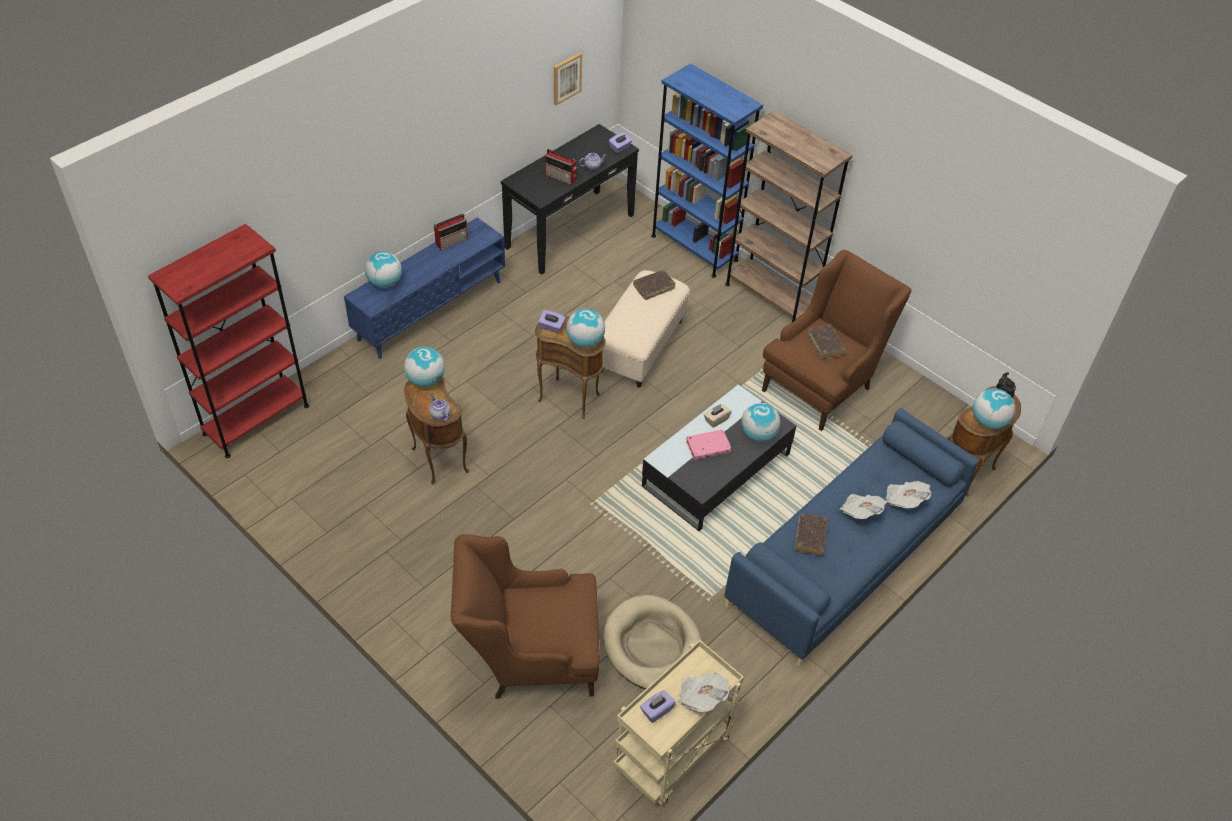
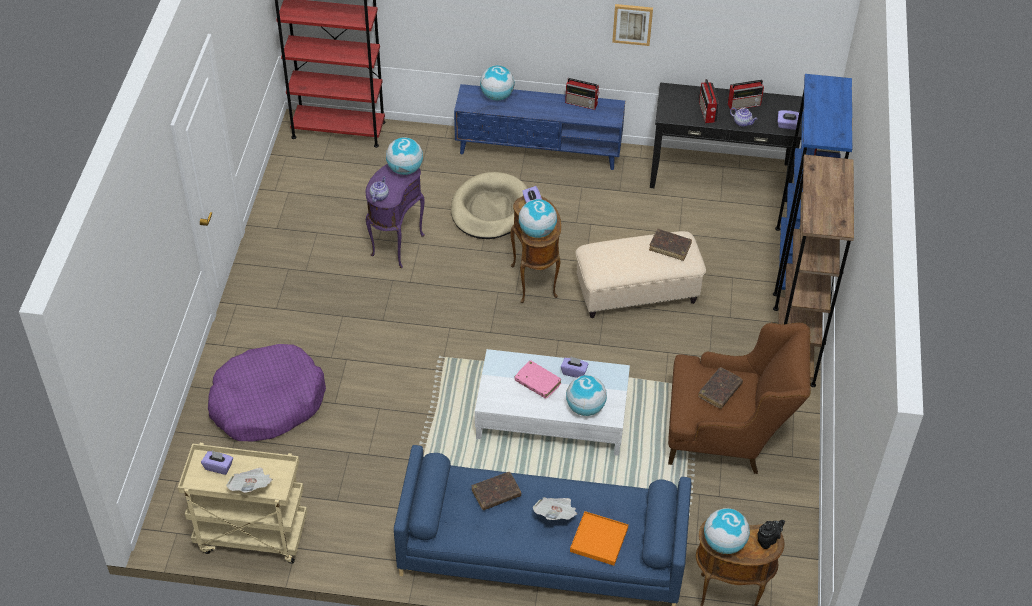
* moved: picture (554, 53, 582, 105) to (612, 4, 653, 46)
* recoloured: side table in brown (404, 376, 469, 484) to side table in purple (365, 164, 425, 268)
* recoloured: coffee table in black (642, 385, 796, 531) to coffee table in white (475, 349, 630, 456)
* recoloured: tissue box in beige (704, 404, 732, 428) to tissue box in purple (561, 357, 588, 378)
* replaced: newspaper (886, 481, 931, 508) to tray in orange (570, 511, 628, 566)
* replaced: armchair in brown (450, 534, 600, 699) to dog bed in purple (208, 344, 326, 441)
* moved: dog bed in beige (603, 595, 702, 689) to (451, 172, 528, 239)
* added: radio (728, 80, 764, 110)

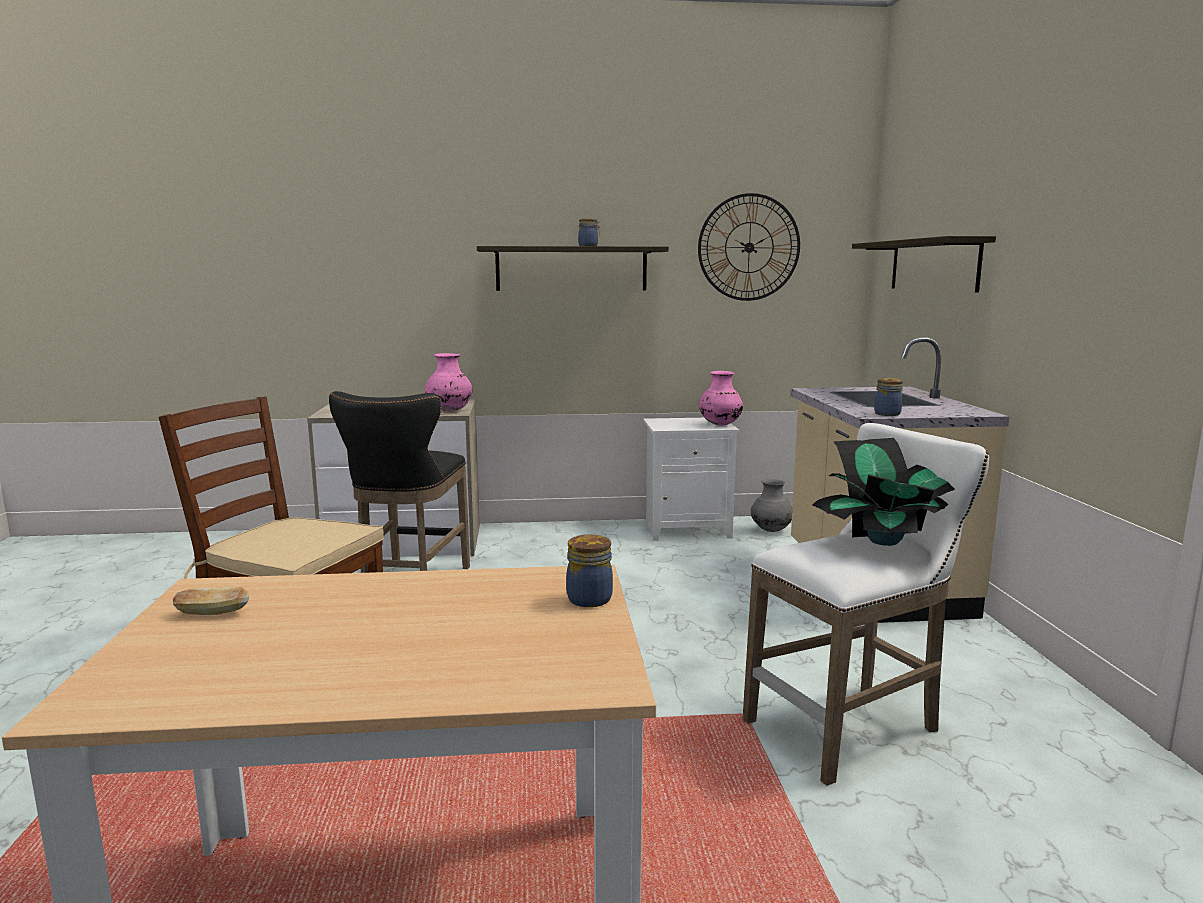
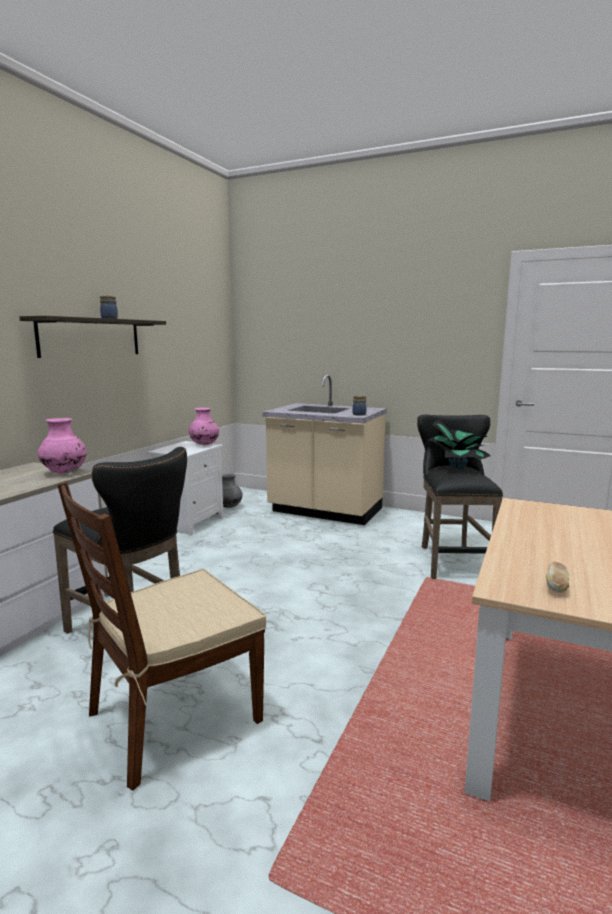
* removed: wall clock (698, 193, 800, 301)
* removed: shelf (852, 236, 996, 293)
* recoloured: stool in white (742, 423, 989, 786) to stool in black (417, 415, 503, 579)
* removed: jar (566, 535, 613, 607)

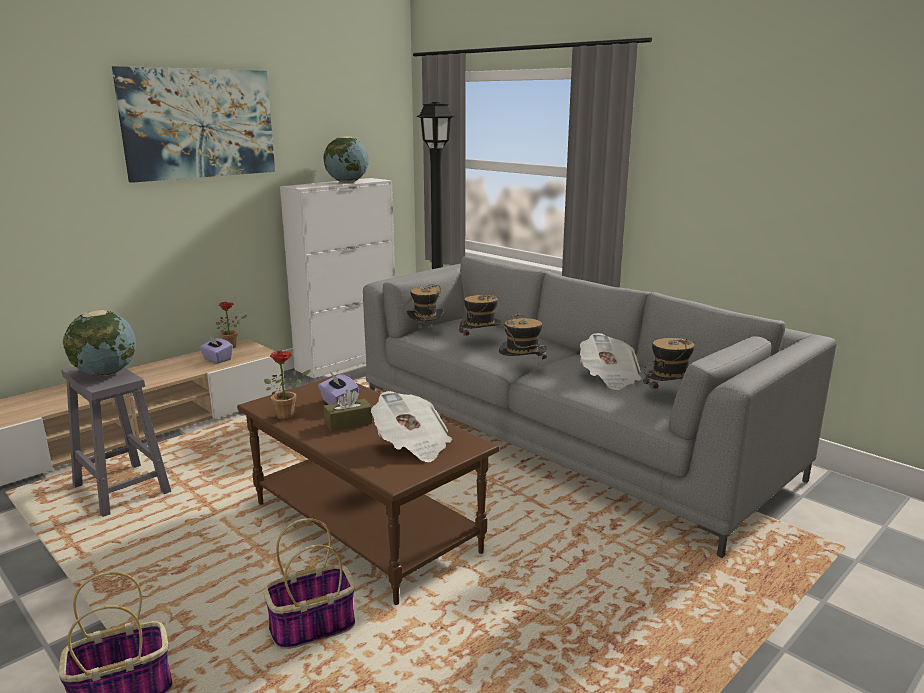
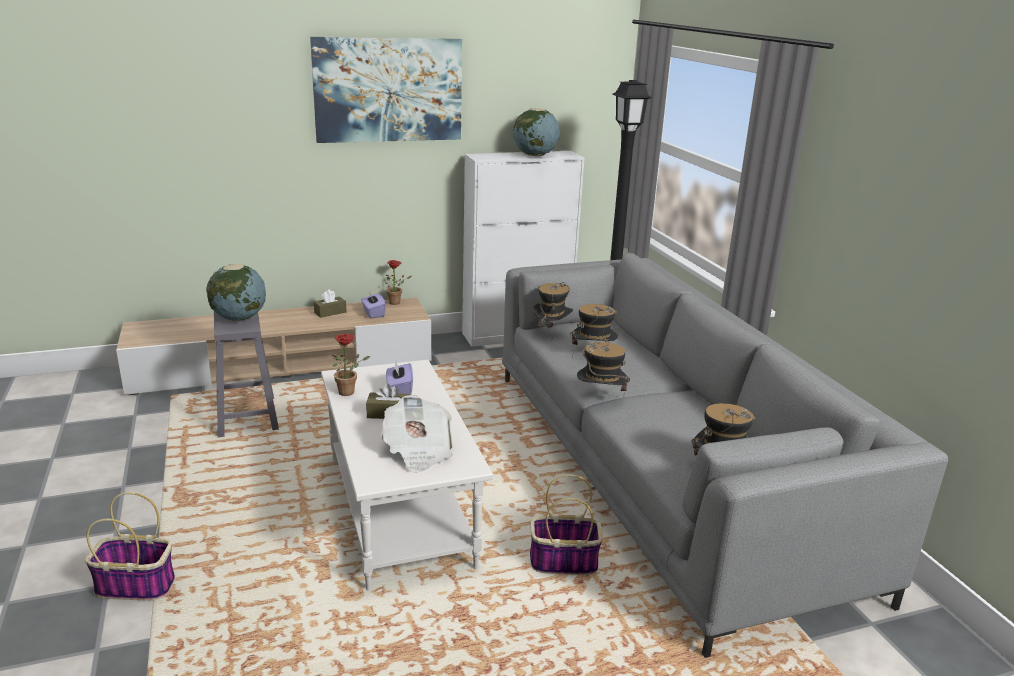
* removed: newspaper (580, 333, 642, 390)
* recoloured: coffee table in brown (237, 375, 500, 605) to coffee table in white (321, 360, 493, 590)
* moved: basket (263, 518, 355, 649) to (530, 474, 603, 575)
* added: tissue box in brown (314, 289, 347, 318)

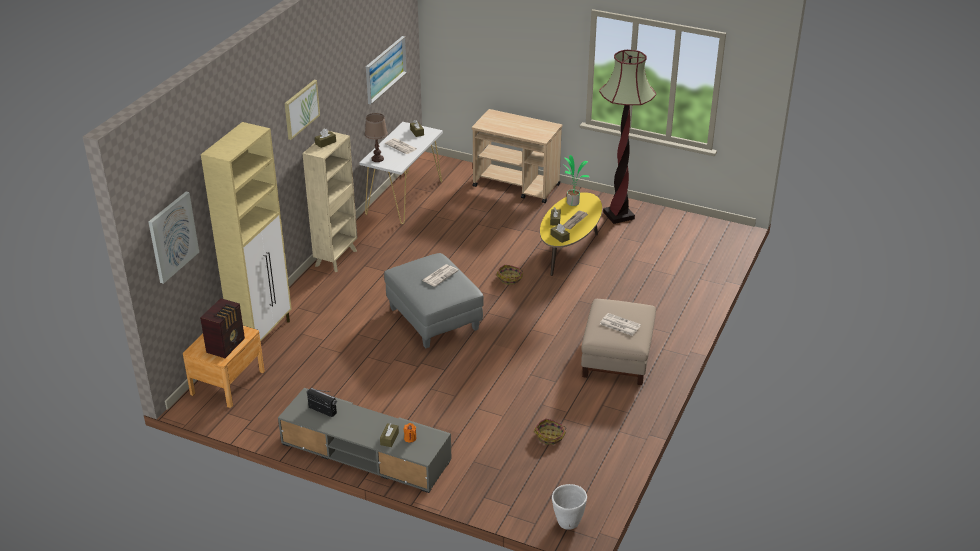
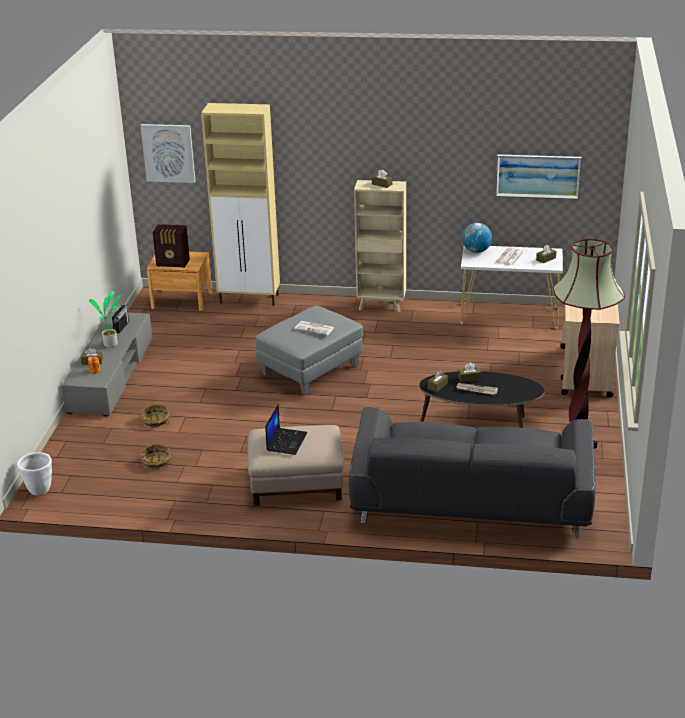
* removed: picture (284, 80, 320, 140)
* replaced: table lamp in brown (365, 113, 388, 162) to globe (462, 223, 492, 253)
* moved: potted plant (563, 155, 589, 206) to (89, 291, 121, 347)
* recoloured: coffee table in yellow (540, 192, 602, 276) to coffee table in black (419, 371, 545, 428)
* moved: basket (496, 264, 523, 285) to (140, 405, 169, 427)
* replaced: newspaper (600, 313, 641, 336) to laptop (265, 404, 307, 455)
* added: sofa in grey (349, 407, 595, 538)

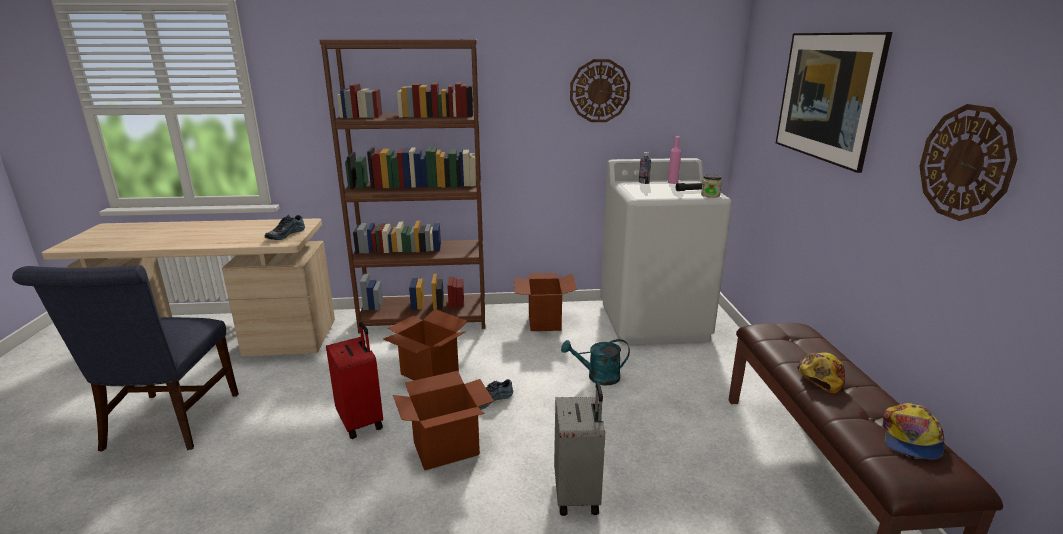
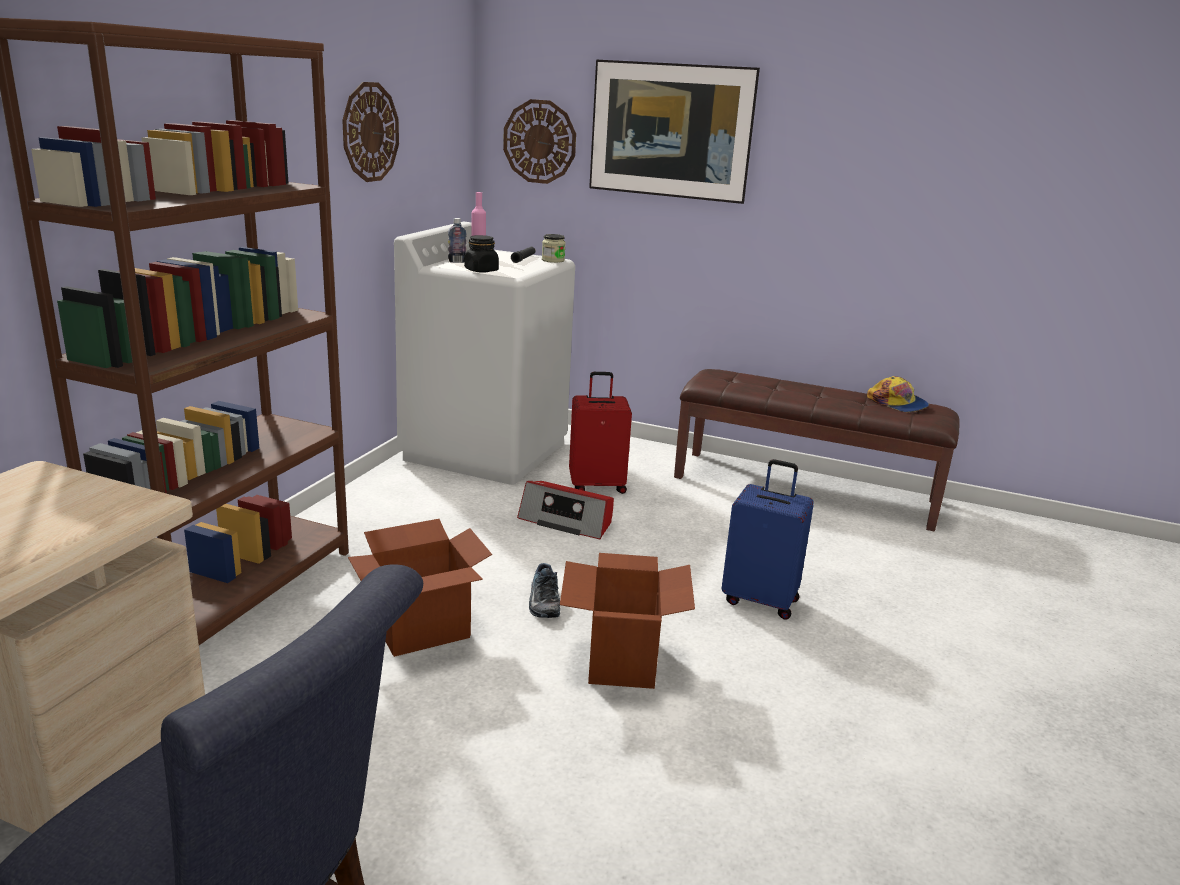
* moved: wall clock (919, 104, 1017, 221) to (503, 99, 576, 184)
* removed: shoe (265, 214, 305, 240)
* removed: cardboard box (514, 273, 577, 331)
* moved: suitcase in red (326, 322, 383, 439) to (569, 372, 632, 494)
* replaced: watering can in turquoise (561, 339, 630, 385) to radio (517, 481, 614, 539)
* removed: cap (797, 352, 845, 393)
* recoloured: suitcase in grey (554, 382, 605, 516) to suitcase in blue (722, 459, 814, 620)
* added: jar in black (464, 235, 499, 273)

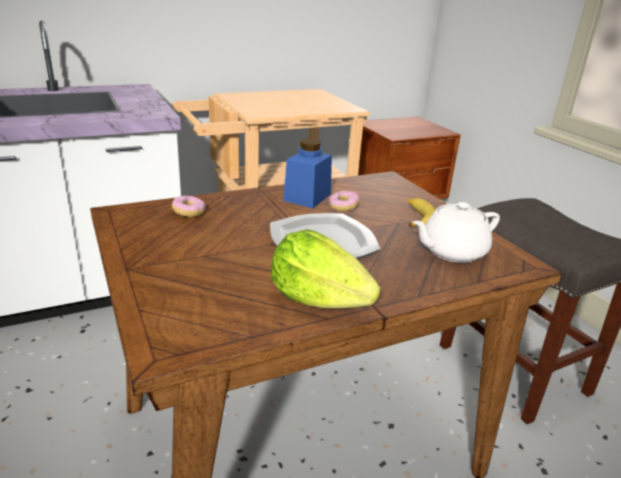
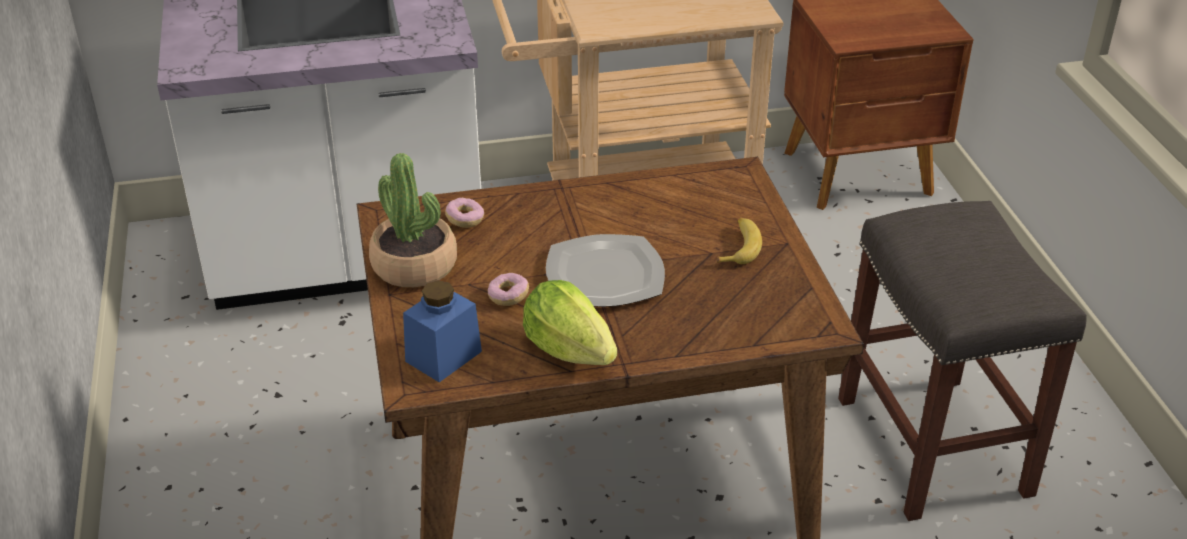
* moved: jar in blue (283, 138, 332, 208) to (403, 280, 482, 382)
* moved: donut (329, 191, 360, 211) to (488, 273, 529, 306)
* removed: teapot in white (412, 202, 500, 263)
* added: potted plant (369, 153, 457, 287)

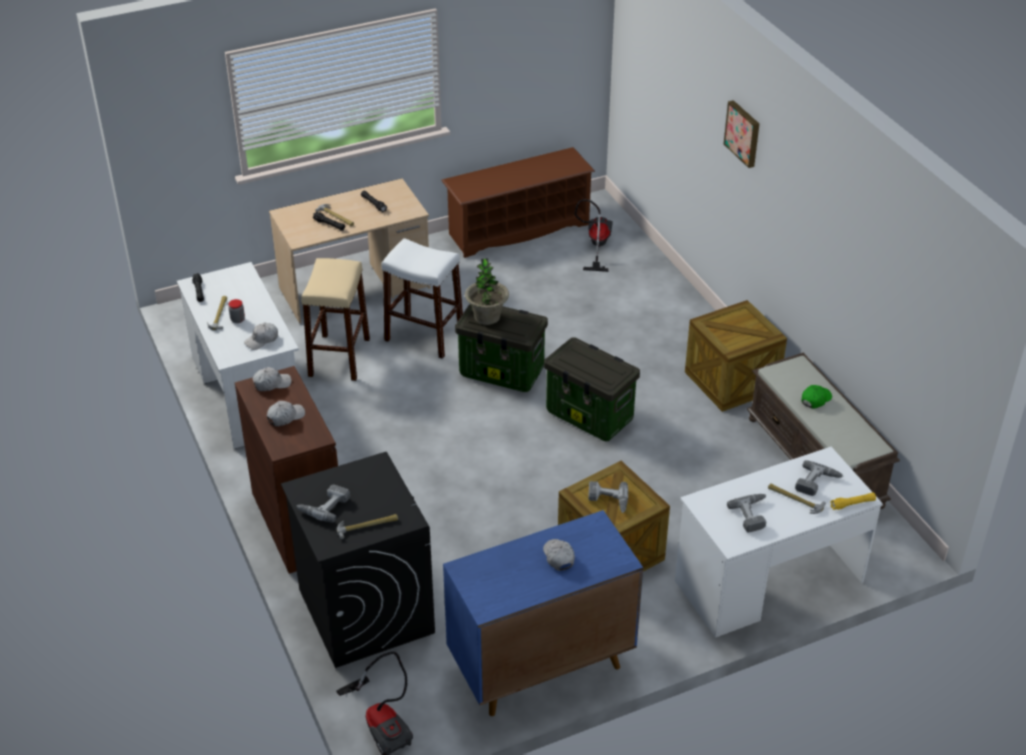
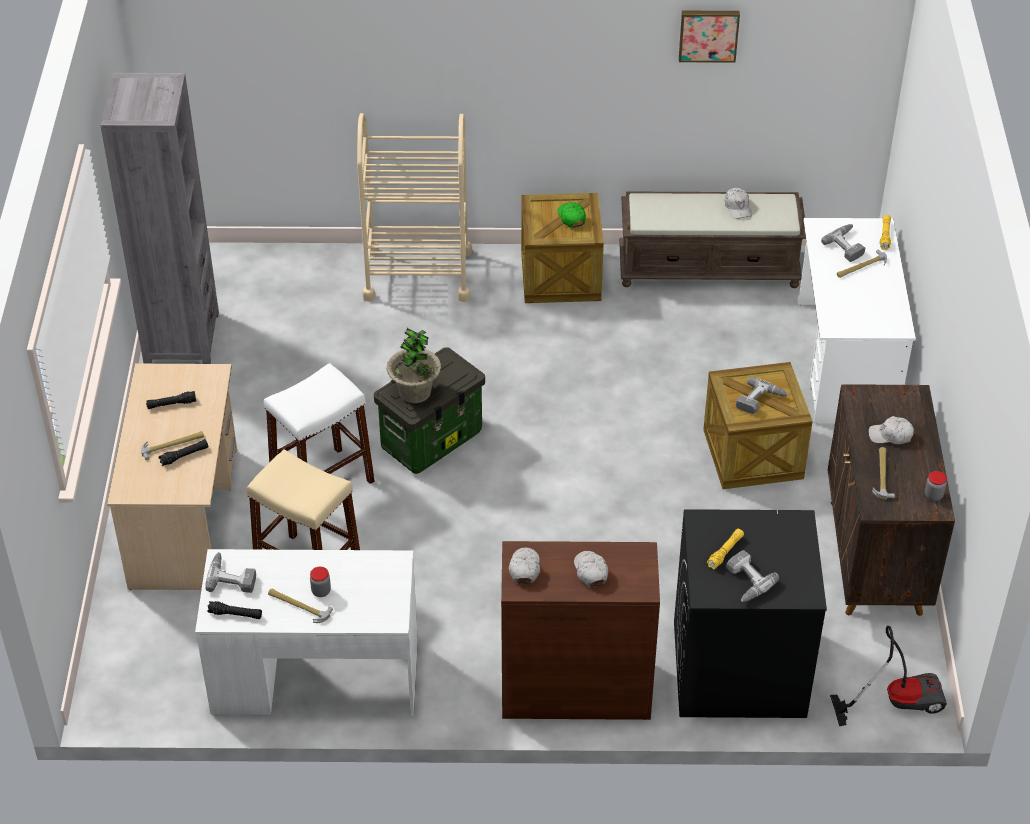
* moved: picture (724, 100, 759, 168) to (679, 11, 740, 63)
* replaced: shoe rack in brown (441, 147, 595, 258) to bookcase in grey (100, 73, 219, 364)
* removed: vacuum cleaner (574, 199, 613, 272)
* moved: cap in white (244, 323, 278, 350) to (725, 188, 752, 219)
* removed: storage box (544, 337, 640, 441)
* moved: cap in green (802, 385, 832, 408) to (557, 202, 586, 228)
* moved: power drill (727, 494, 767, 533) to (205, 552, 256, 593)
* recoloured: cabinet in blue (443, 510, 643, 716) to cabinet in brown (828, 384, 955, 616)
* moved: hammer (337, 514, 398, 539) to (872, 447, 895, 499)
* added: cart in beige (357, 113, 472, 302)
* added: jar (925, 471, 947, 501)
* added: flashlight in yellow (706, 529, 744, 570)

